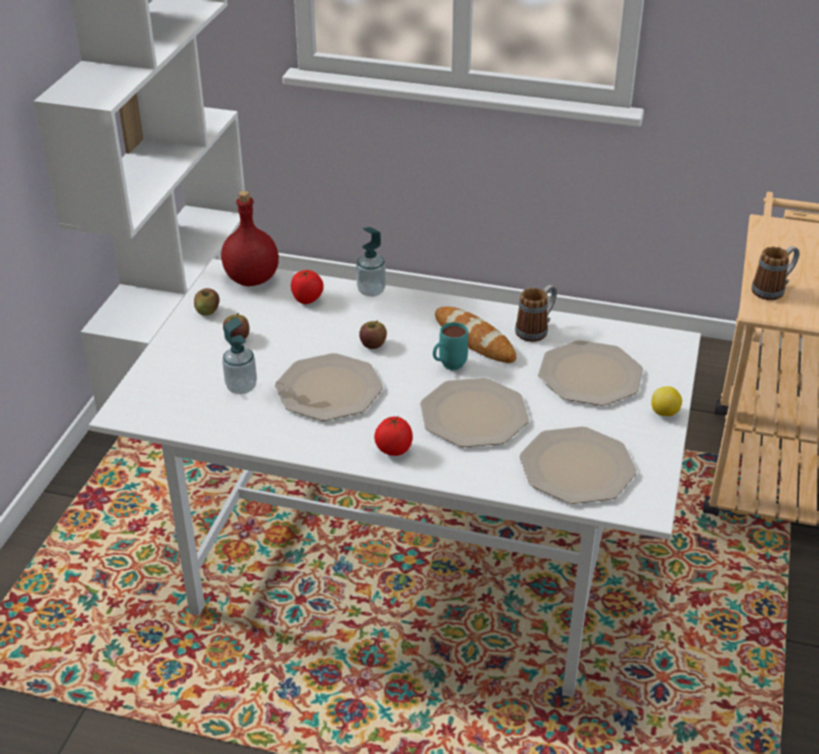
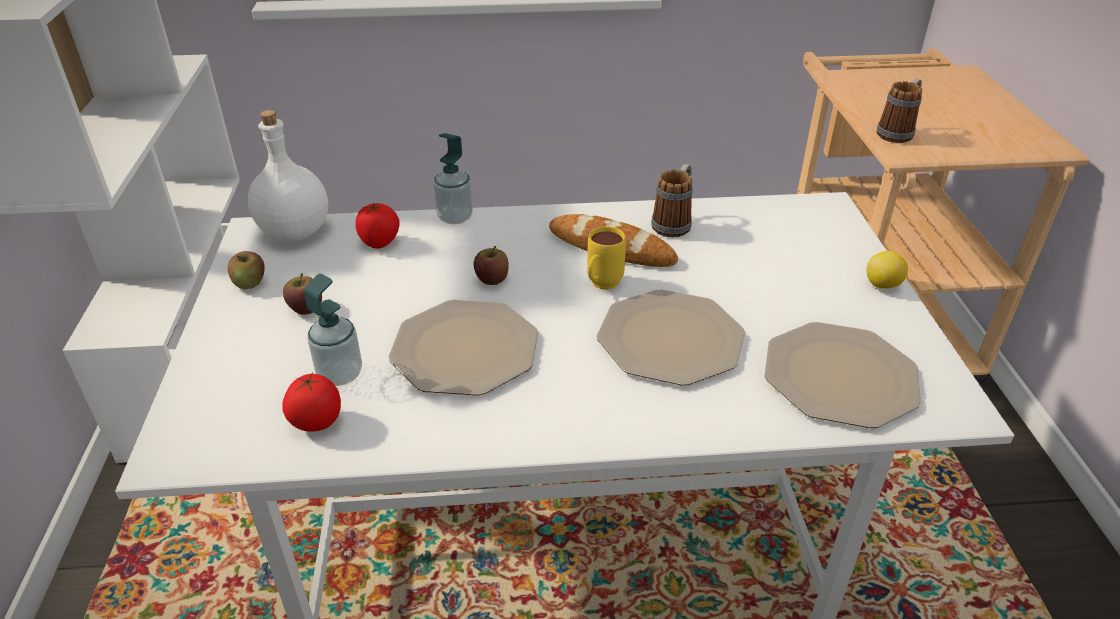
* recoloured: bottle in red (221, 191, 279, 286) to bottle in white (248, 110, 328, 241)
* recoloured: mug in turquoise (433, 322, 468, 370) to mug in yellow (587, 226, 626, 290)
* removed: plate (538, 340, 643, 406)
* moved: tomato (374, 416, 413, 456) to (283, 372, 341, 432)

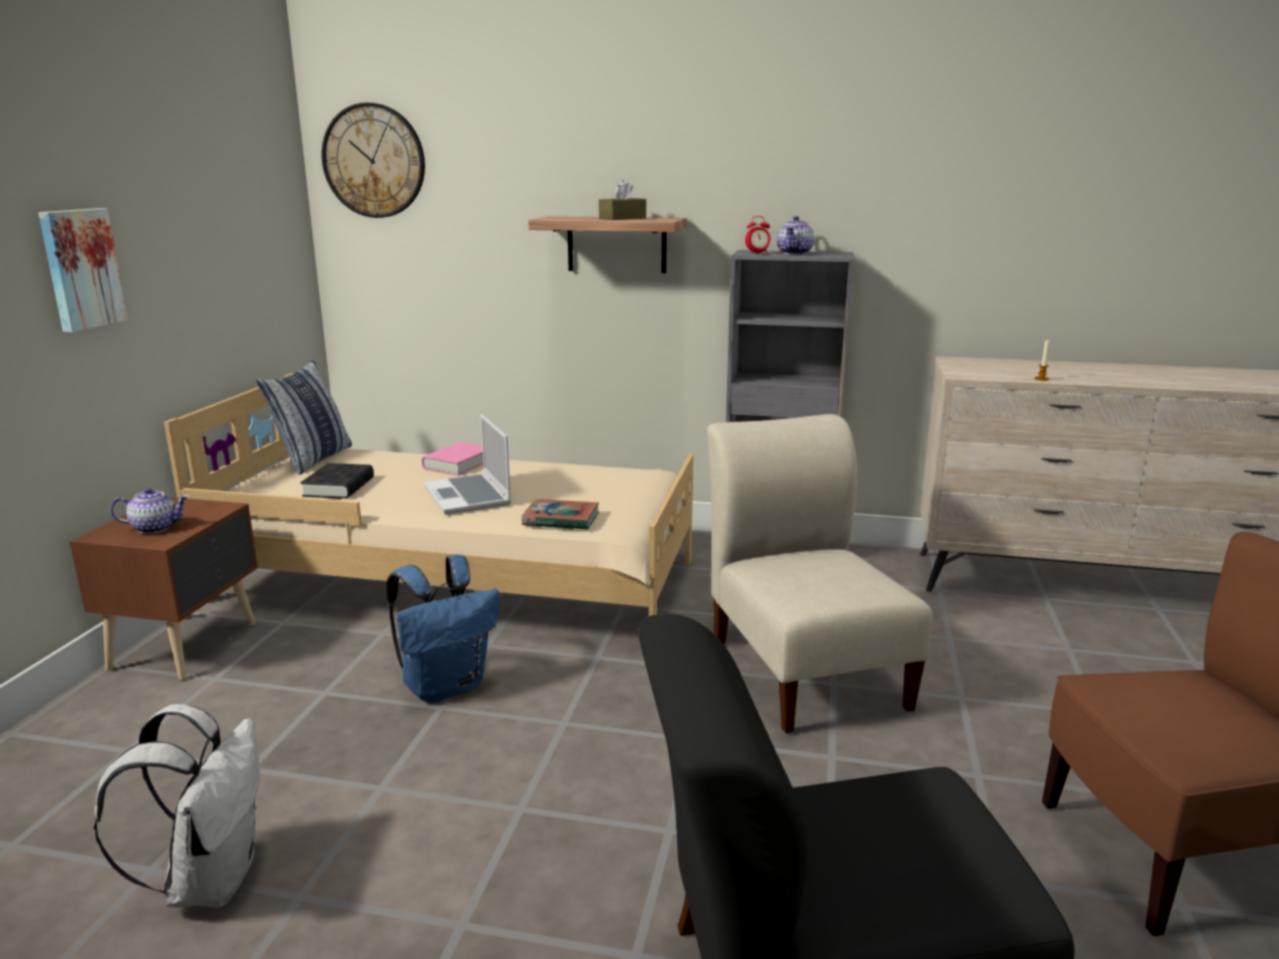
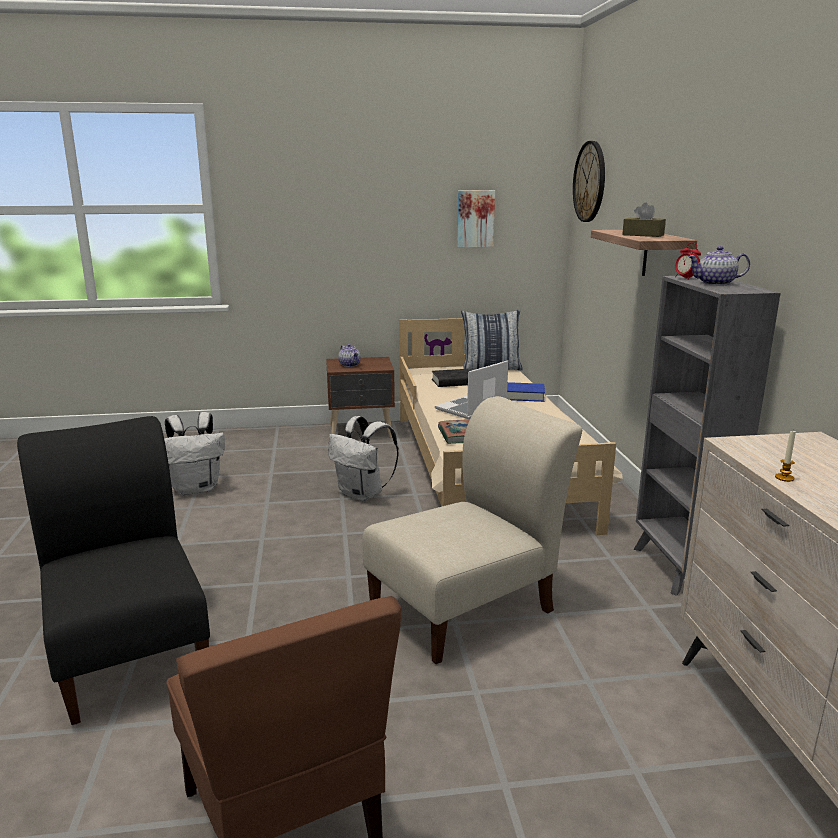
* moved: picture (38, 208, 128, 332) to (457, 190, 495, 247)
* recoloured: book in pink (422, 442, 484, 476) to book in blue (507, 382, 545, 402)
* recoloured: backpack in blue (386, 554, 499, 703) to backpack in white (328, 416, 399, 501)

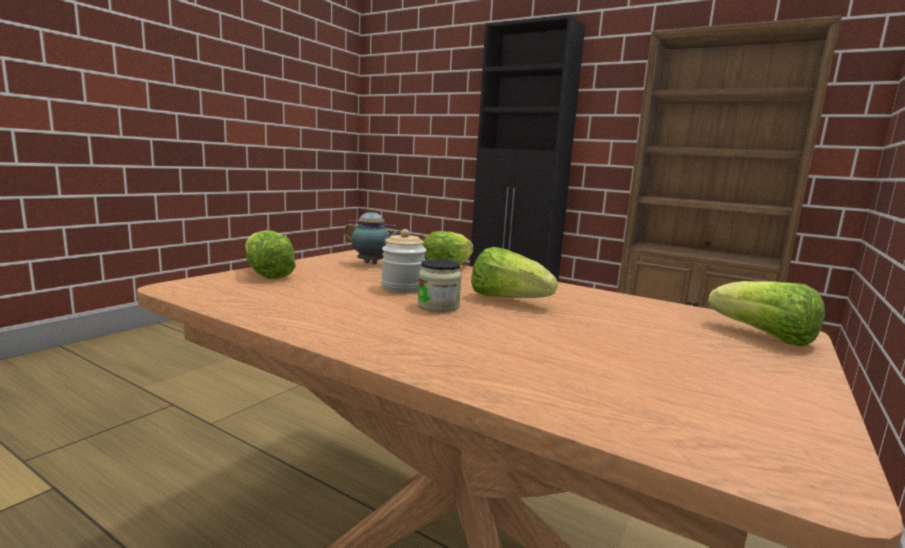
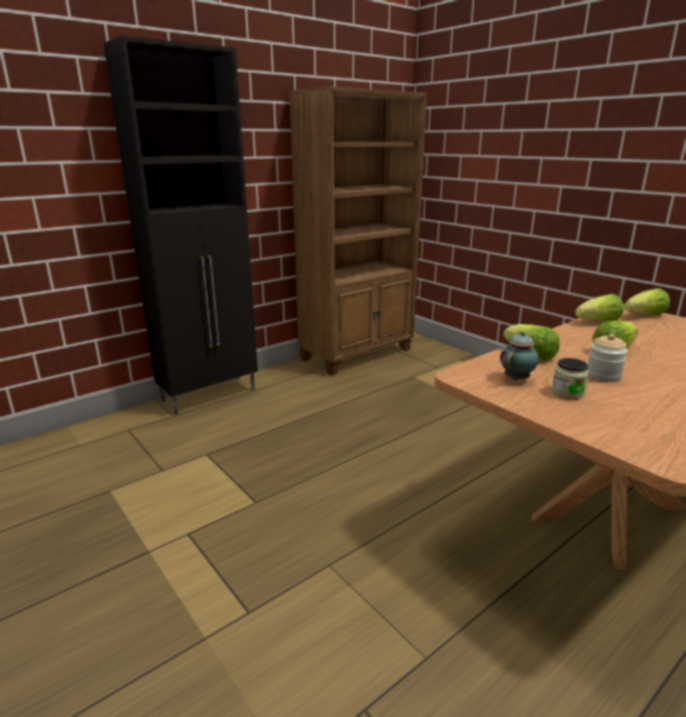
* moved: lettuce (245, 230, 296, 279) to (575, 294, 624, 321)
* moved: jar (418, 258, 462, 312) to (552, 358, 589, 399)

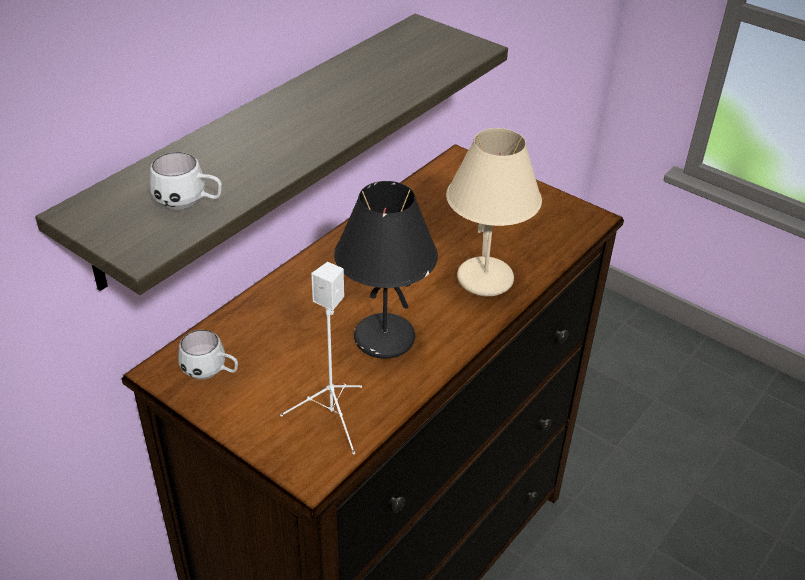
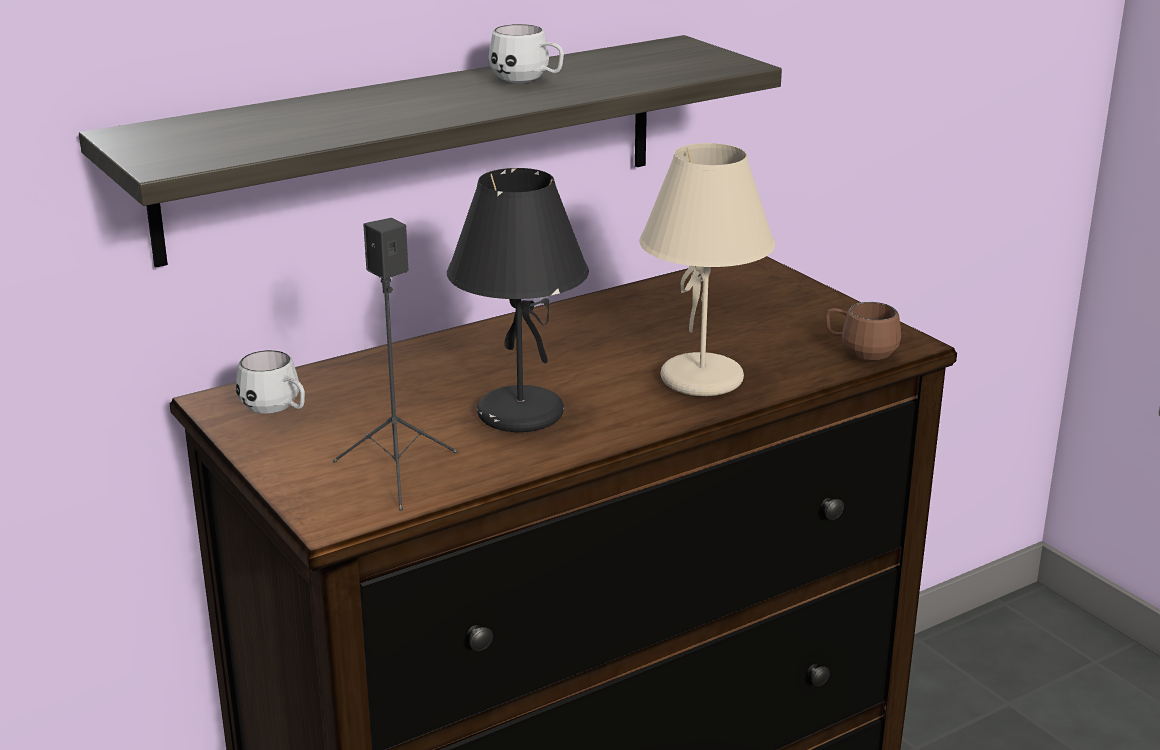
* moved: mug in white (149, 152, 222, 210) to (489, 24, 564, 83)
* recoloured: speaker in white (280, 262, 362, 454) to speaker in black (333, 218, 458, 511)
* added: mug in brown (826, 302, 901, 360)

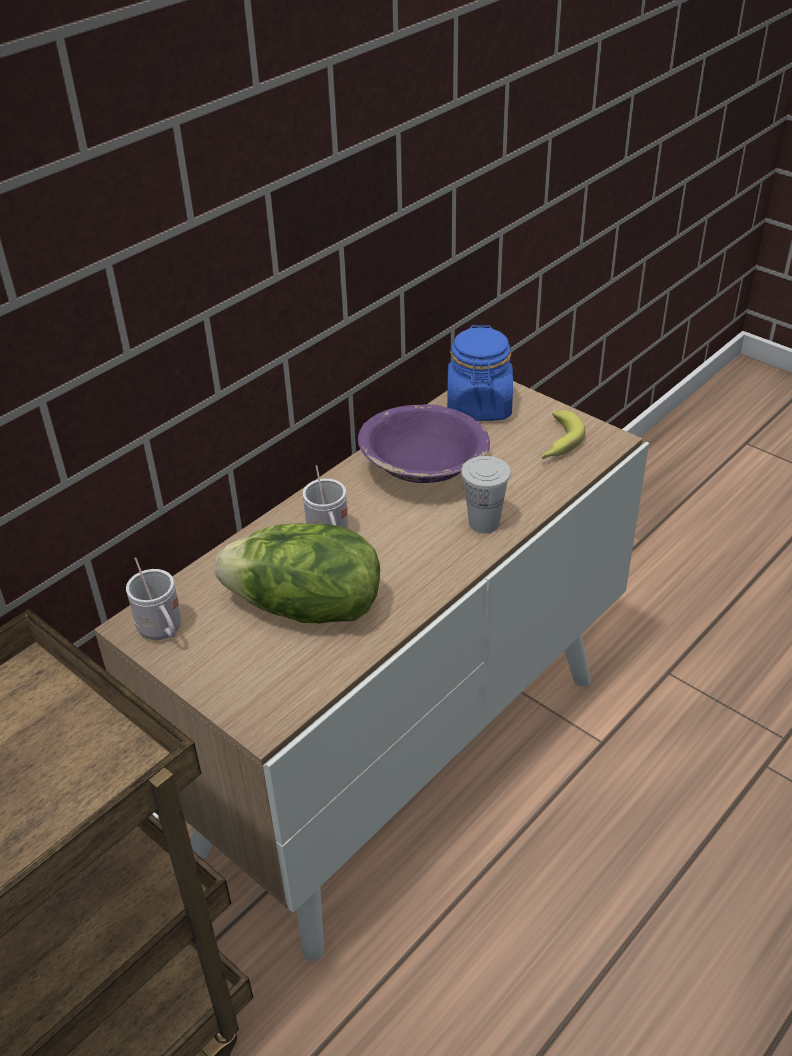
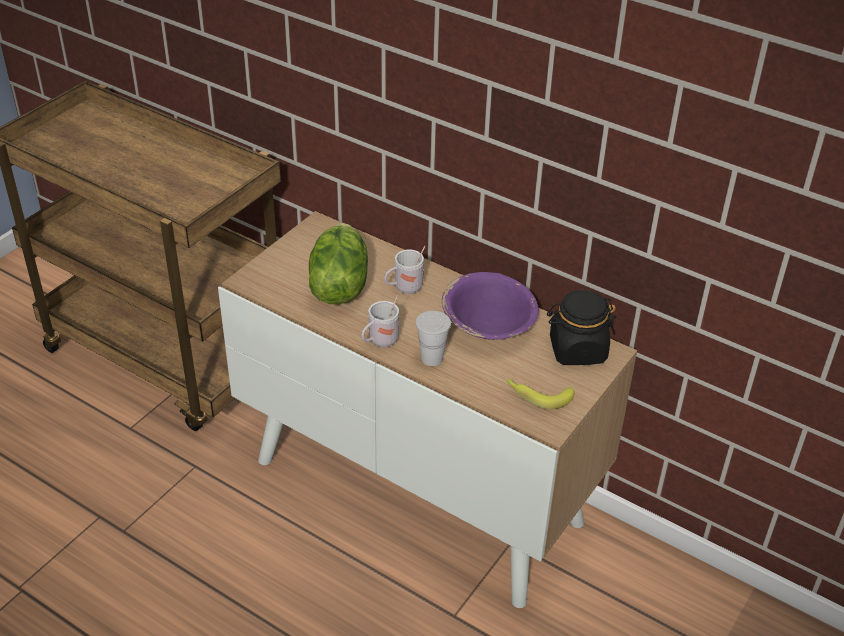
* recoloured: jar in blue (447, 325, 513, 421) to jar in black (547, 290, 616, 365)
* moved: mug in white (126, 557, 181, 640) to (361, 295, 399, 347)

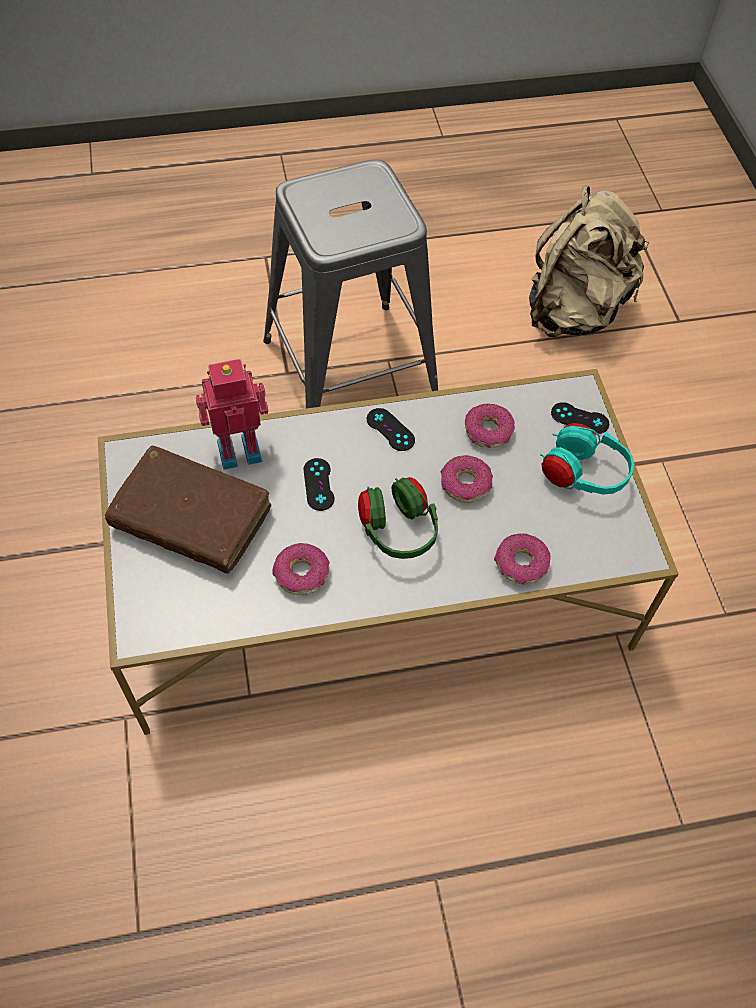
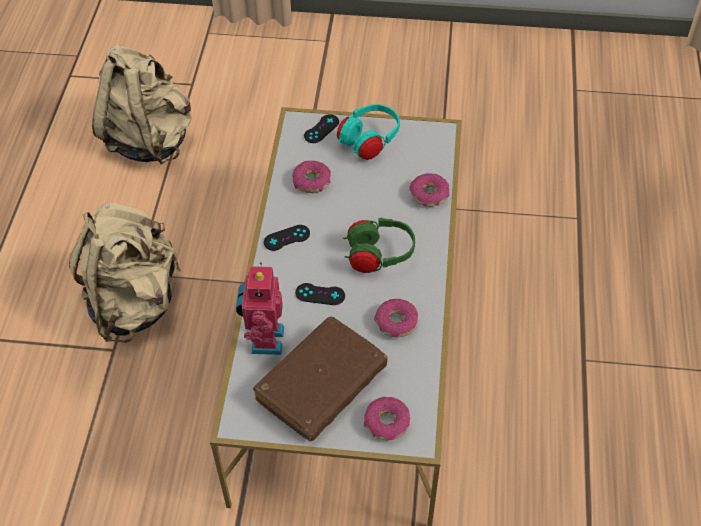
* replaced: stool in grey (263, 160, 438, 409) to backpack in beige (69, 203, 181, 343)
* moved: donut (440, 455, 493, 503) to (364, 397, 410, 440)

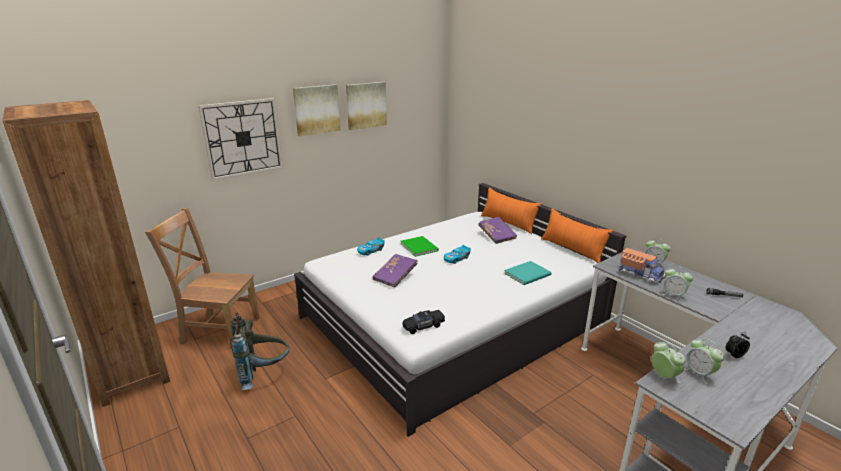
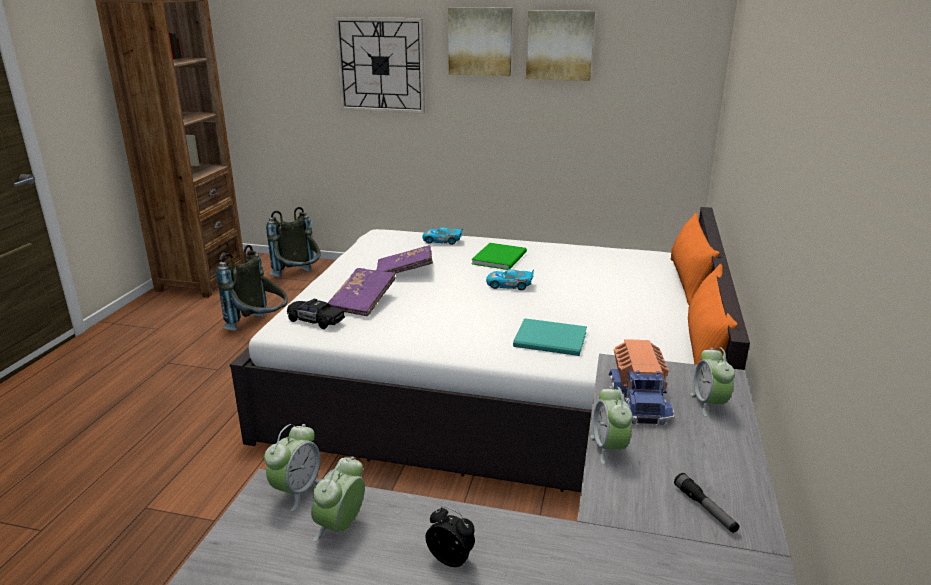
* replaced: chair in brown (145, 208, 260, 348) to backpack in grey (266, 207, 320, 278)
* moved: book in purple (478, 217, 517, 244) to (328, 268, 396, 316)

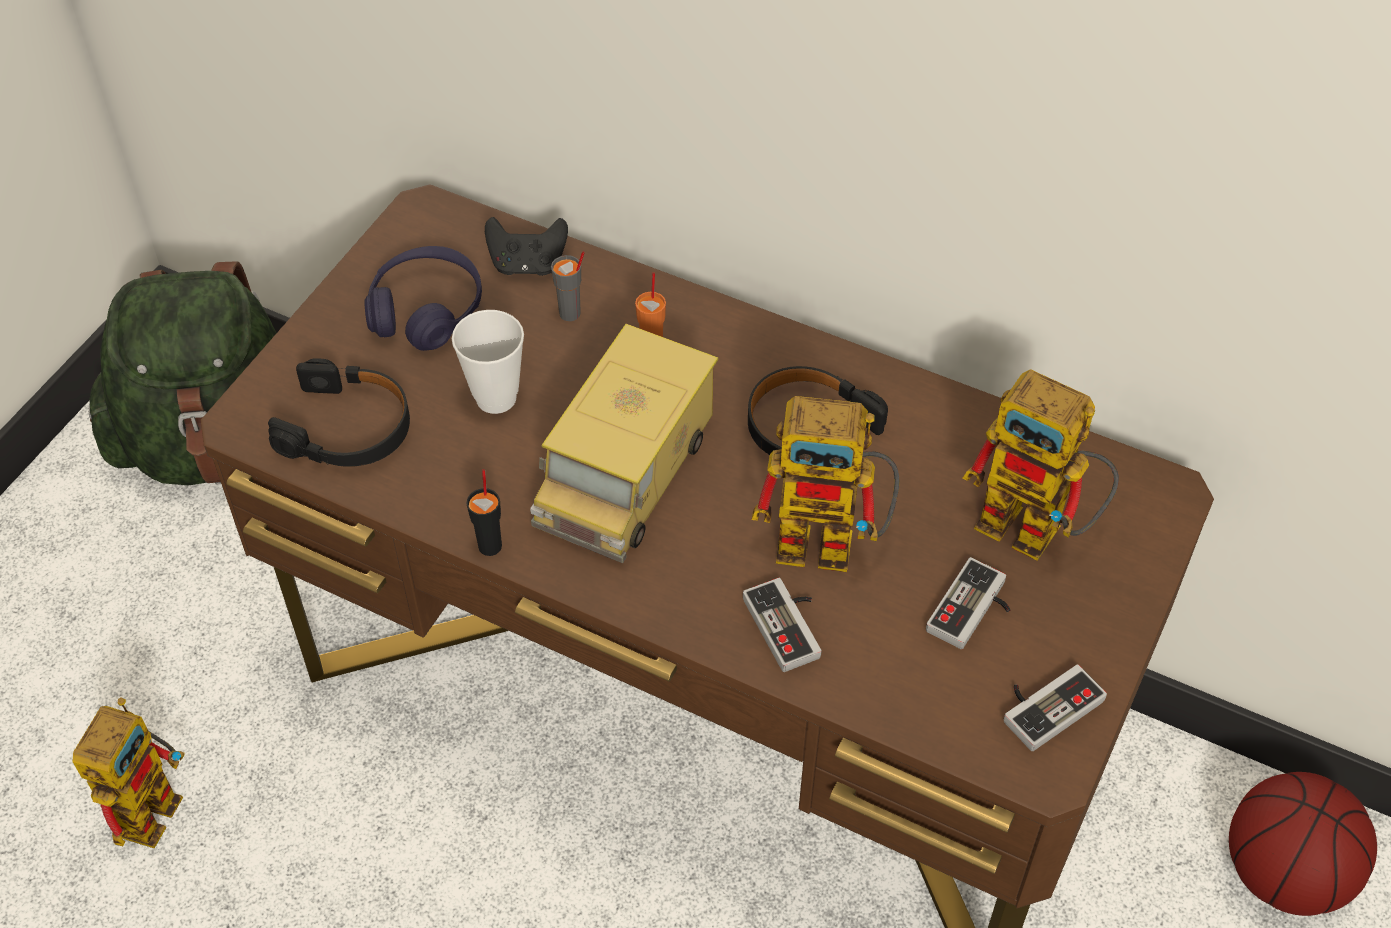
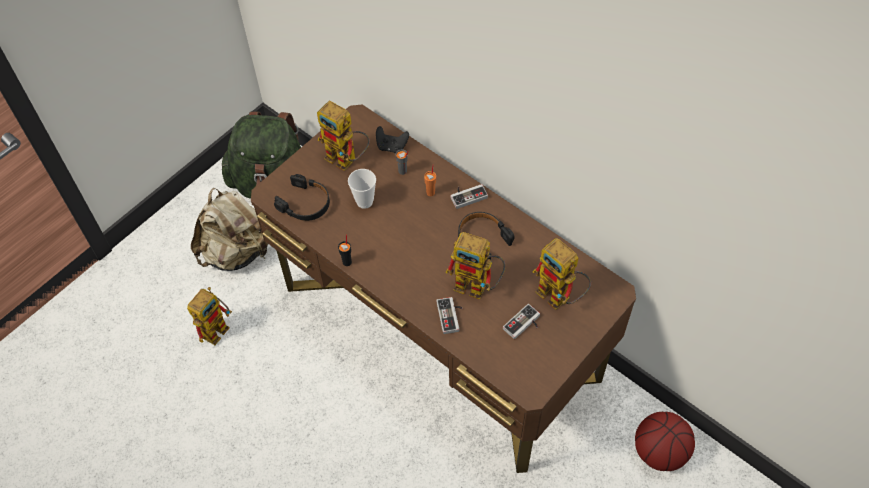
* replaced: headphones in purple (364, 246, 482, 351) to toy robot (317, 100, 370, 171)
* removed: toy truck (530, 324, 718, 563)
* moved: game controller (1004, 665, 1107, 751) to (450, 184, 488, 209)
* added: backpack in beige (191, 187, 268, 271)

